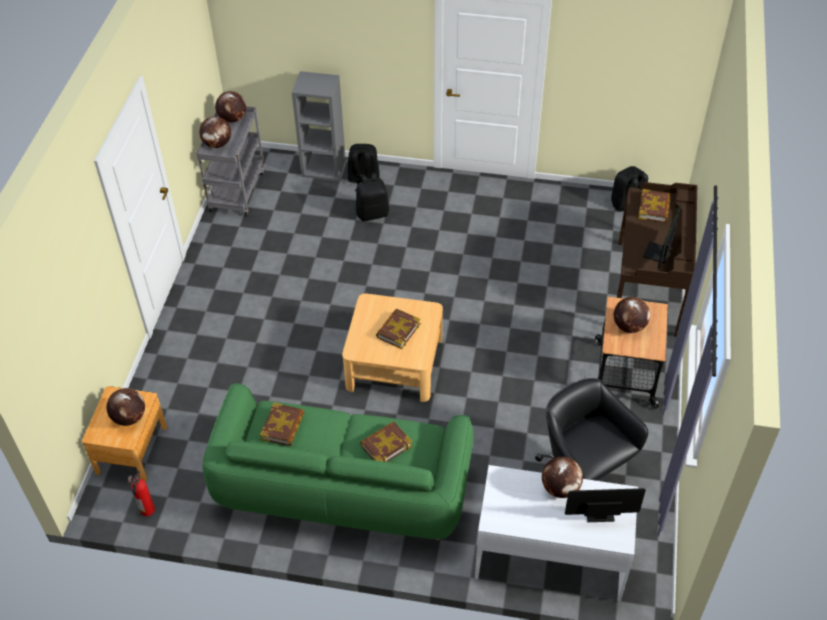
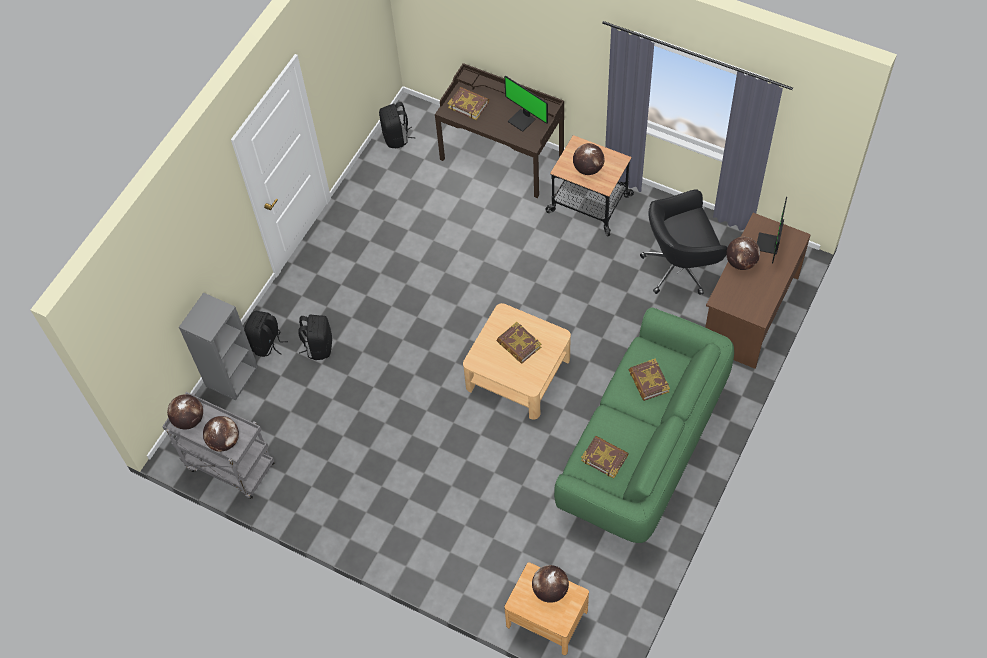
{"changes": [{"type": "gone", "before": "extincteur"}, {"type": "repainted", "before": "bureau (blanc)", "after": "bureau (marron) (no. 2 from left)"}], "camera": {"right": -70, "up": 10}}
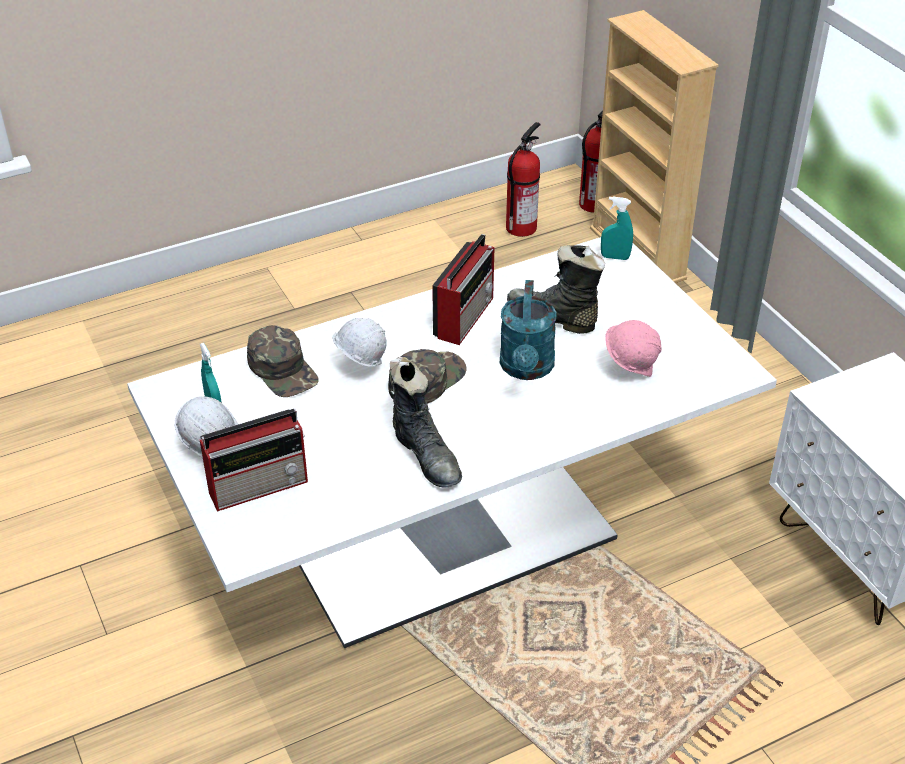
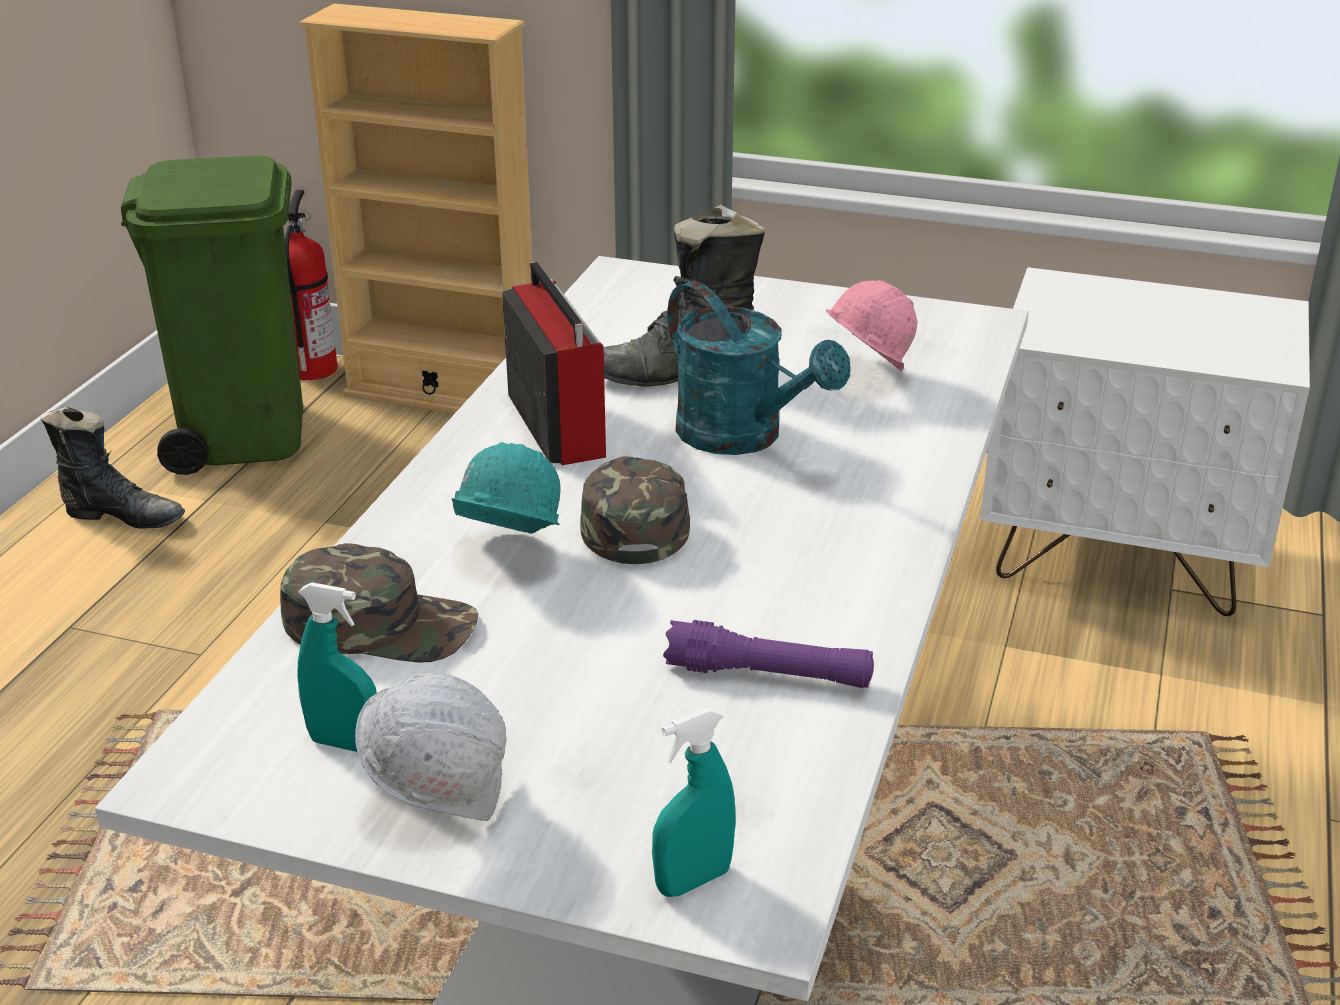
{"changes": [{"type": "gone", "before": "radio (no. 1 from left)"}, {"type": "repainted", "before": "casque de chantier (blanc) (no. 2 from left)", "after": "casque de chantier (turquoise)"}, {"type": "shifted", "before": "botte (noir) (no. 1 from left)"}, {"type": "swapped", "before": "extincteur (no. 1 from left)", "after": "poubelle (vert)"}, {"type": "shifted", "before": "vaporisateur (turquoise) (no. 2 from left)"}, {"type": "new", "after": "lampe de poche (violet)"}], "camera": {"right": -45, "up": -10}}
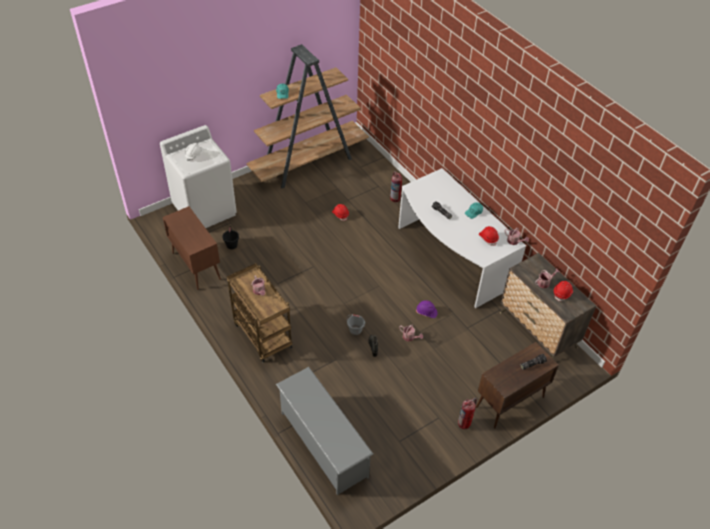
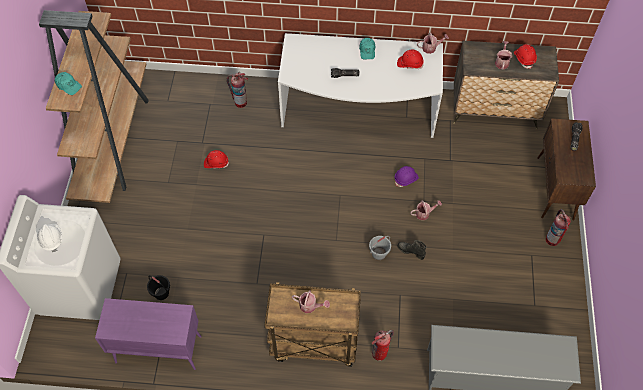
{"changes": [{"type": "repainted", "before": "meuble de rangement (marron) (no. 1 from left)", "after": "meuble de rangement (violet)"}, {"type": "new", "after": "extincteur (no. 2 from left)"}], "camera": {"right": -50, "up": 10}}
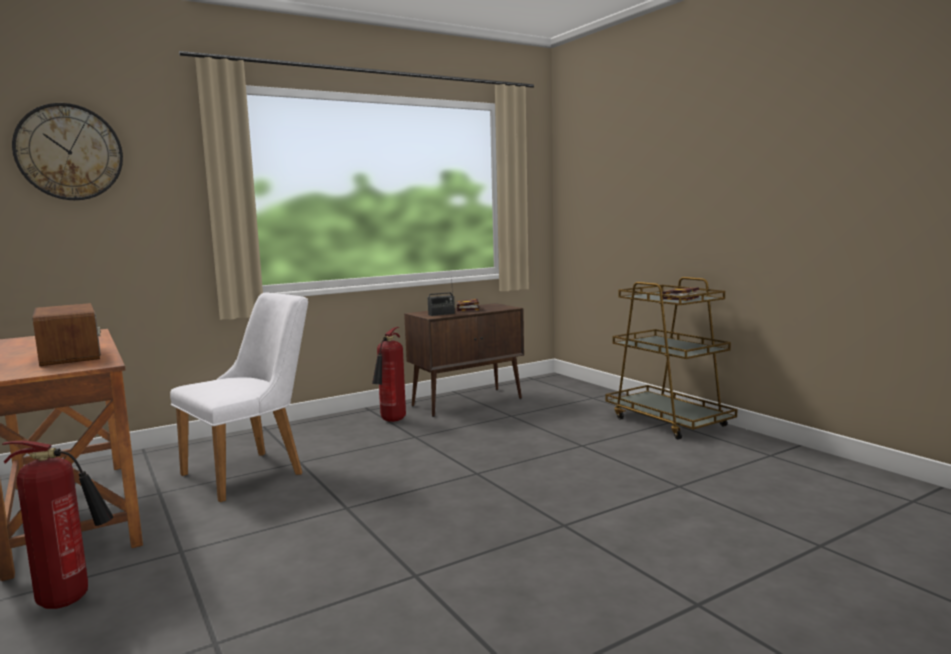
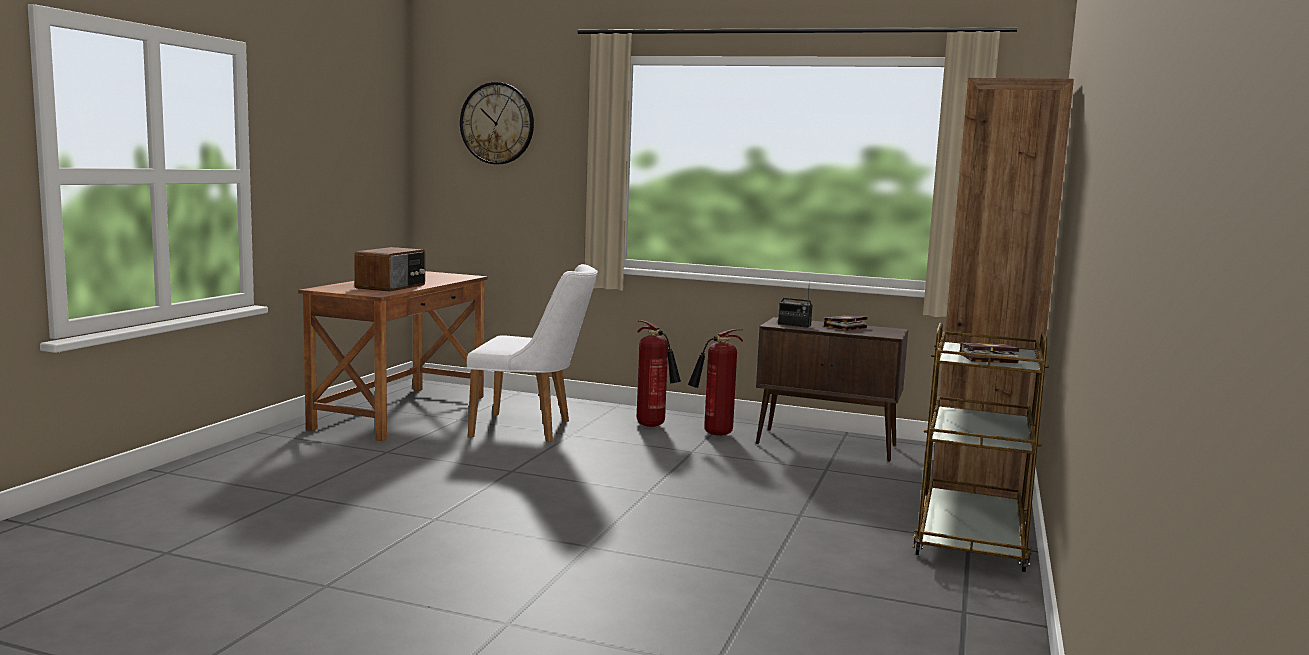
{"changes": [{"type": "shifted", "before": "extincteur (no. 1 from left)"}, {"type": "new", "after": "bibliothèque (marron)"}], "camera": {"right": 50, "up": 0}}
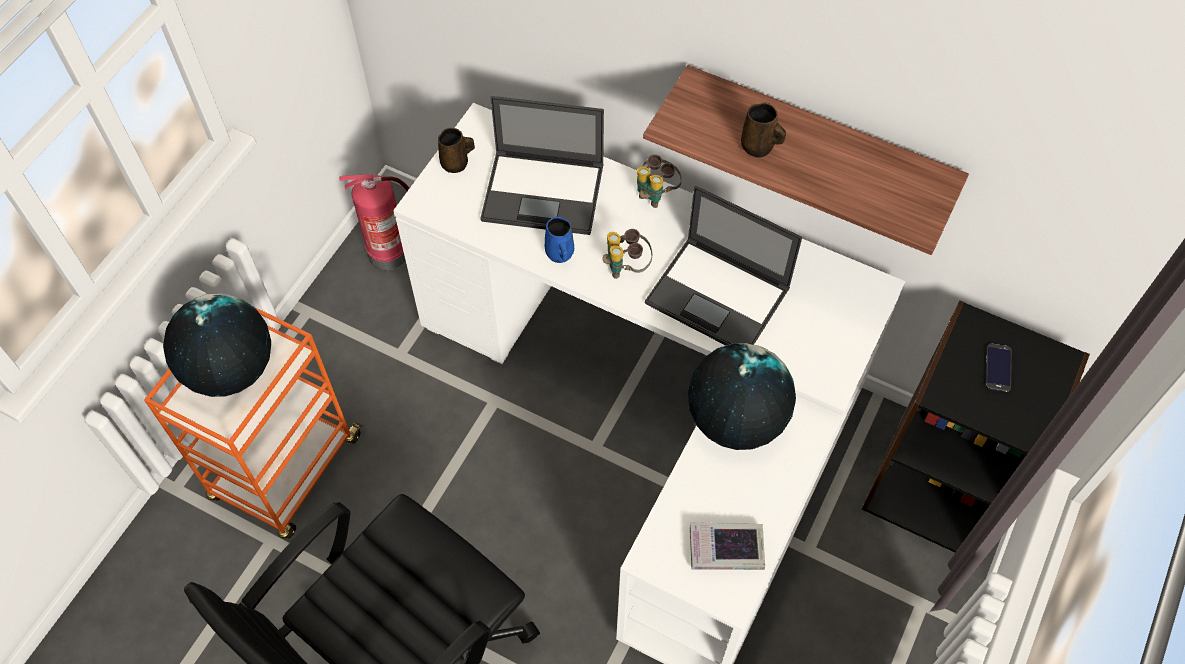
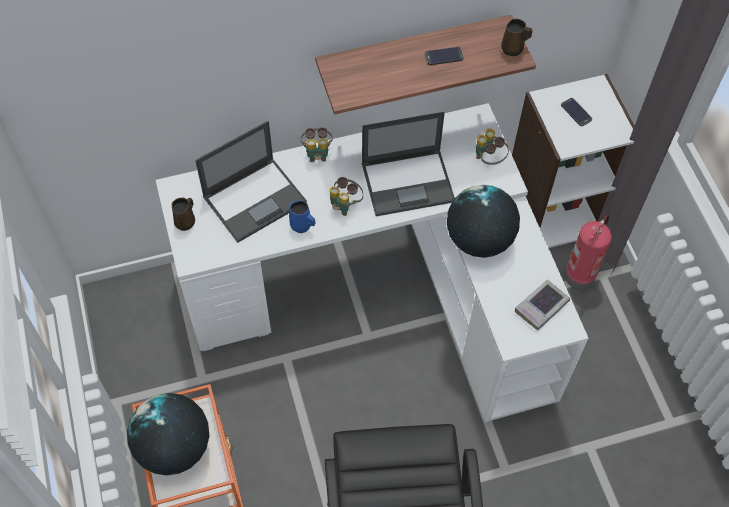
{"changes": [{"type": "shifted", "before": "extincteur"}, {"type": "shifted", "before": "mug (marron) (no. 2 from left)"}, {"type": "repainted", "before": "bibliothèque (noir)", "after": "bibliothèque (blanc)"}, {"type": "new", "after": "téléphone (no. 1 from left)"}, {"type": "new", "after": "jumelles (no. 3 from left)"}], "camera": {"right": -45, "up": 0}}
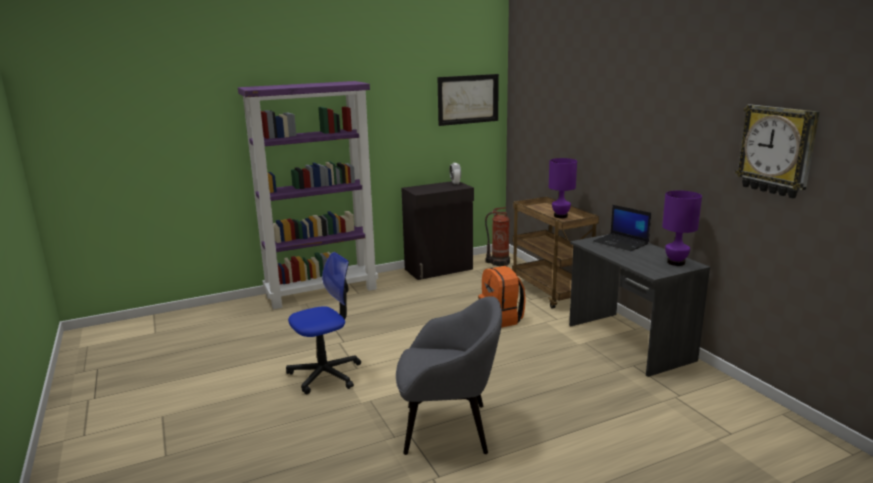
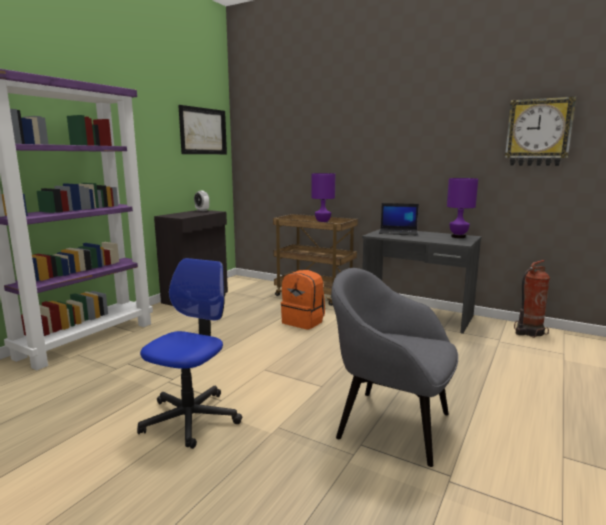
{"changes": [{"type": "rotated", "before": "fauteuil (gris)", "turn": -120}, {"type": "shifted", "before": "extincteur"}], "camera": {"right": -35, "up": -5}}
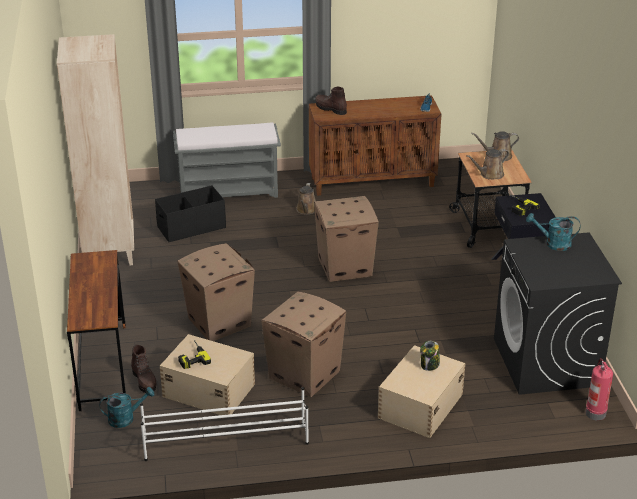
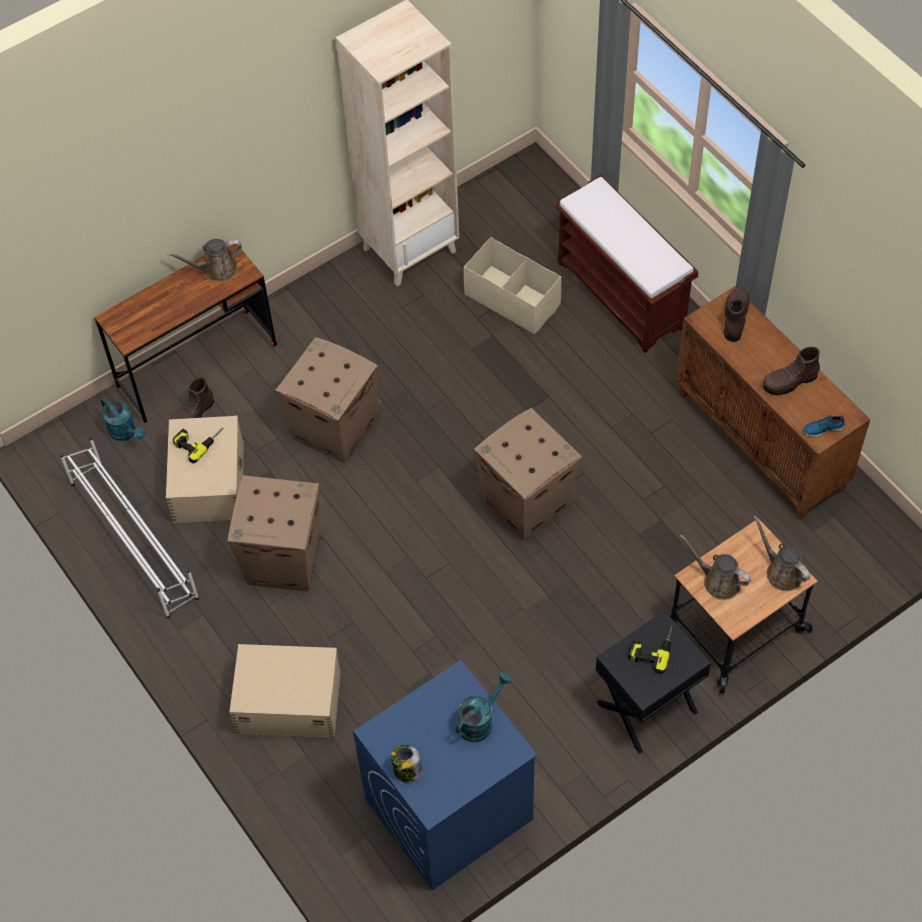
{"changes": [{"type": "repainted", "before": "boîte de rangement (noir)", "after": "boîte de rangement (beige) (no. 3 from left)"}, {"type": "repainted", "before": "banc (gris)", "after": "banc (marron)"}, {"type": "shifted", "before": "arrosoir (marron) (no. 1 from left)"}, {"type": "shifted", "before": "bocal"}, {"type": "repainted", "before": "lave-linge (noir)", "after": "lave-linge (bleu)"}, {"type": "rotated", "before": "arrosoir (turquoise) (no. 2 from left)", "turn": 60}, {"type": "gone", "before": "extincteur"}, {"type": "new", "after": "botte (marron) (no. 3 from left)"}], "camera": {"right": 65, "up": 25}}
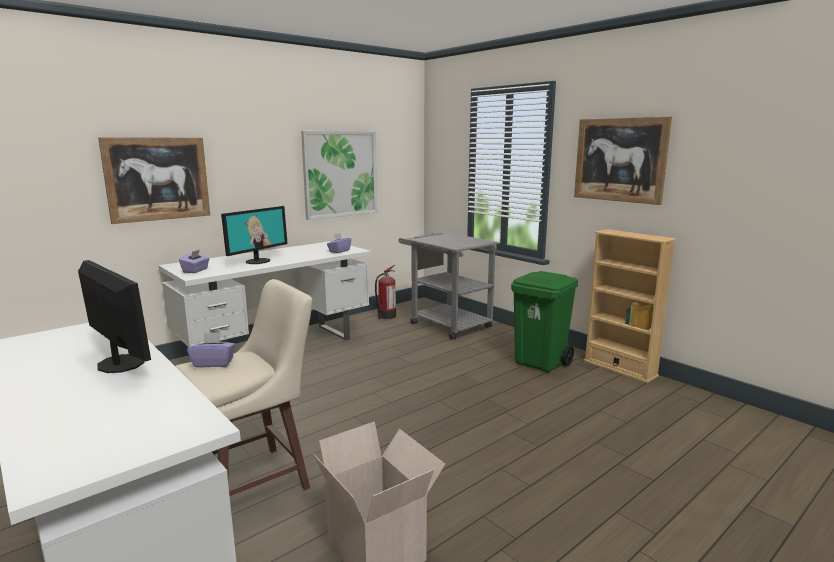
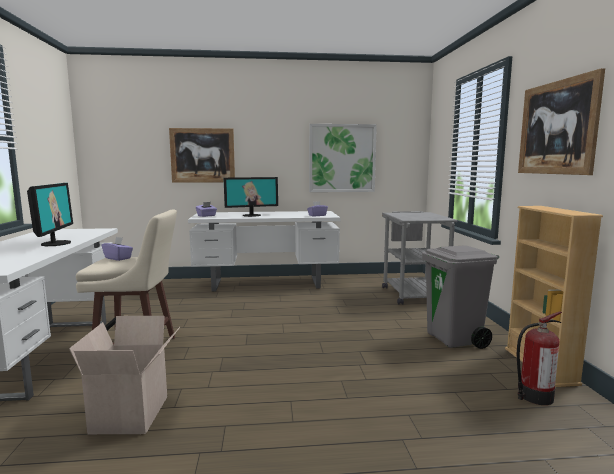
{"changes": [{"type": "shifted", "before": "extincteur"}, {"type": "repainted", "before": "poubelle (vert)", "after": "poubelle (gris)"}], "camera": {"right": 35, "up": -5}}
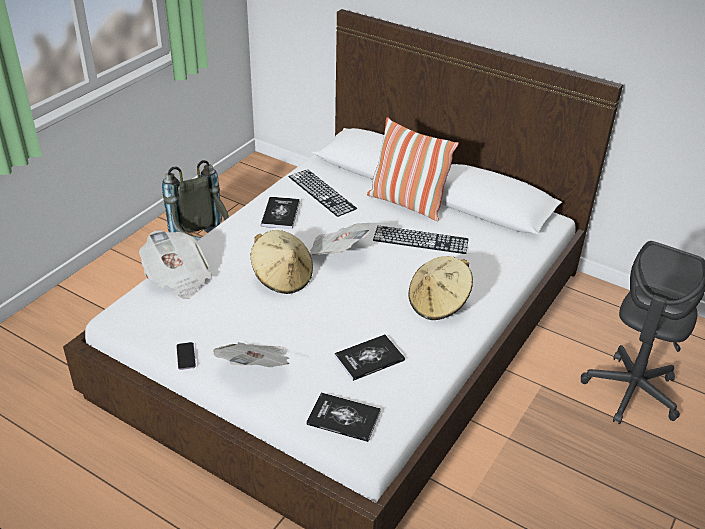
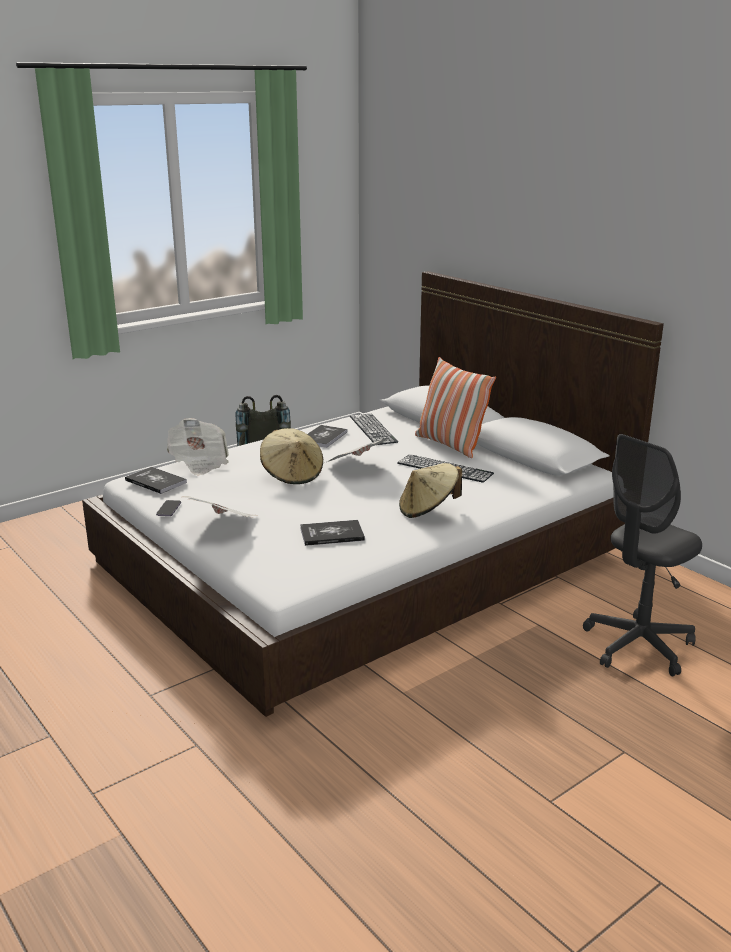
{"changes": [{"type": "shifted", "before": "livre (no. 2 from left in the first image)", "after": "livre (no. 1 from left)"}], "camera": {"right": 20, "up": -15}}
